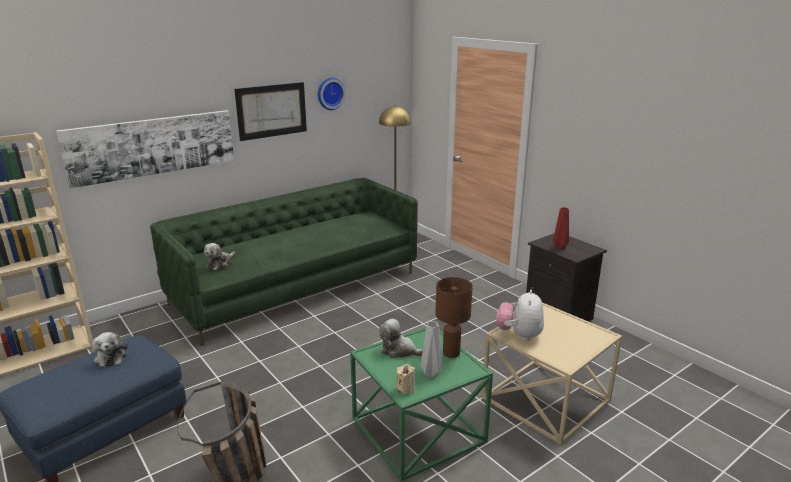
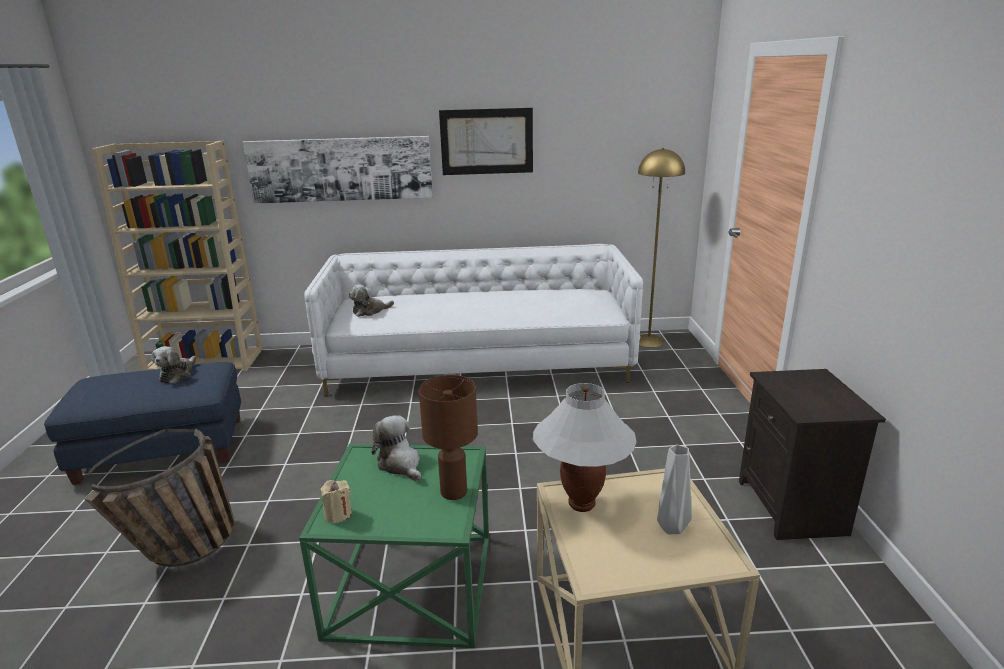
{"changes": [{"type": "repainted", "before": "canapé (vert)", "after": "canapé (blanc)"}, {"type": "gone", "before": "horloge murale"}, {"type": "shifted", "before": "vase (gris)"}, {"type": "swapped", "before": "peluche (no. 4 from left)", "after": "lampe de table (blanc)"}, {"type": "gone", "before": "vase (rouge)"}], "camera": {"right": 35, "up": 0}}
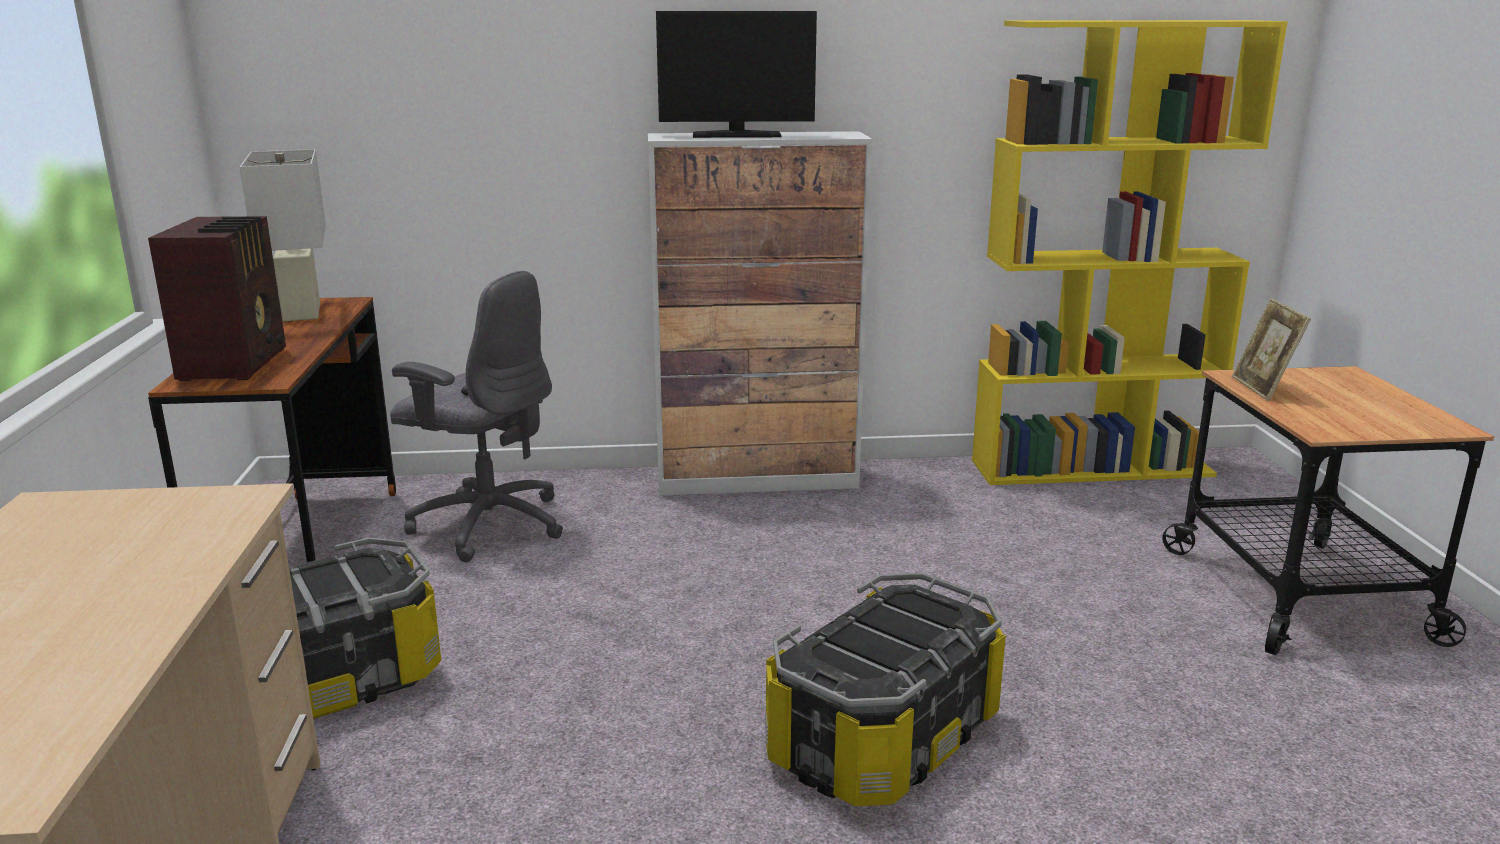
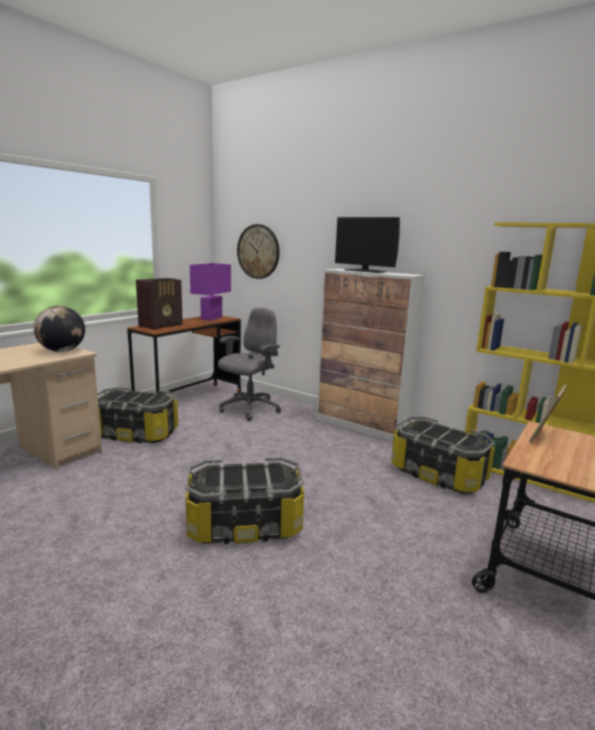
{"changes": [{"type": "repainted", "before": "lampe de table (blanc)", "after": "lampe de table (violet)"}, {"type": "rotated", "before": "chaise de bureau (gris)", "turn": -120}, {"type": "new", "after": "globe"}, {"type": "new", "after": "horloge murale"}, {"type": "new", "after": "boîte de rangement (no. 3 from left)"}], "camera": {"right": 40, "up": -5}}
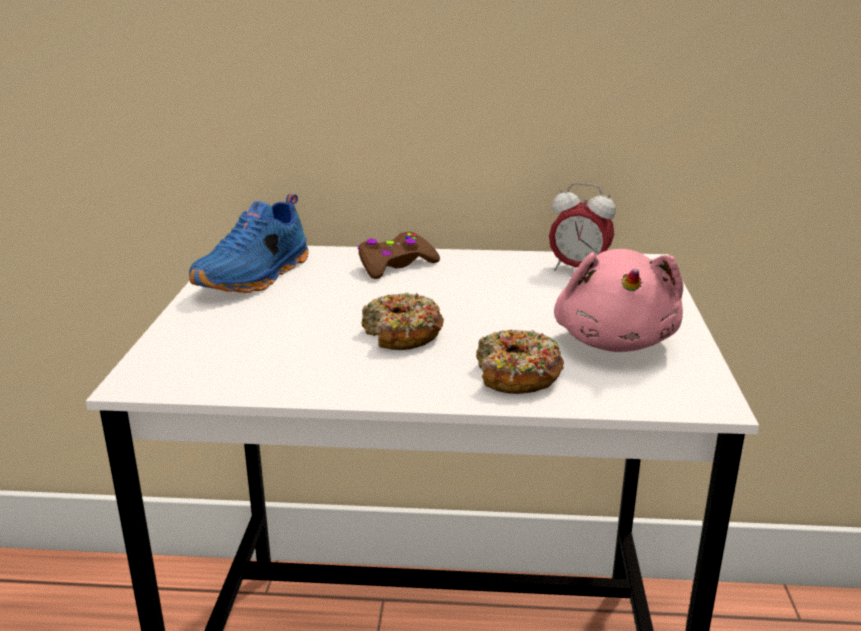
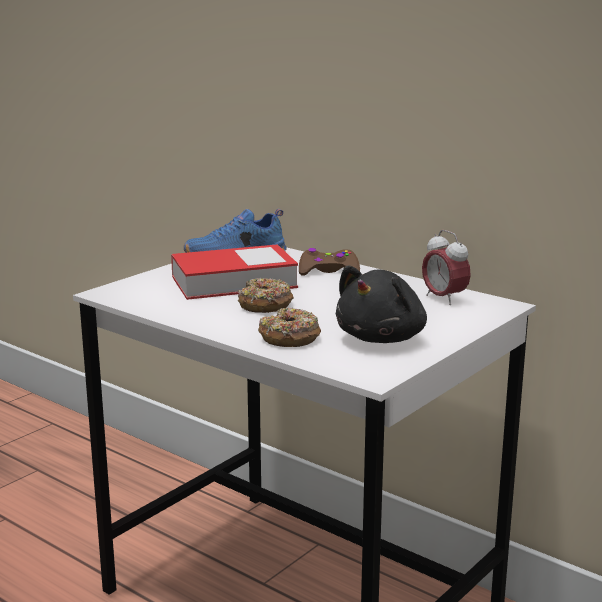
{"changes": [{"type": "repainted", "before": "peluche (rose)", "after": "peluche (noir)"}, {"type": "new", "after": "livre"}], "camera": {"right": 35, "up": -5}}
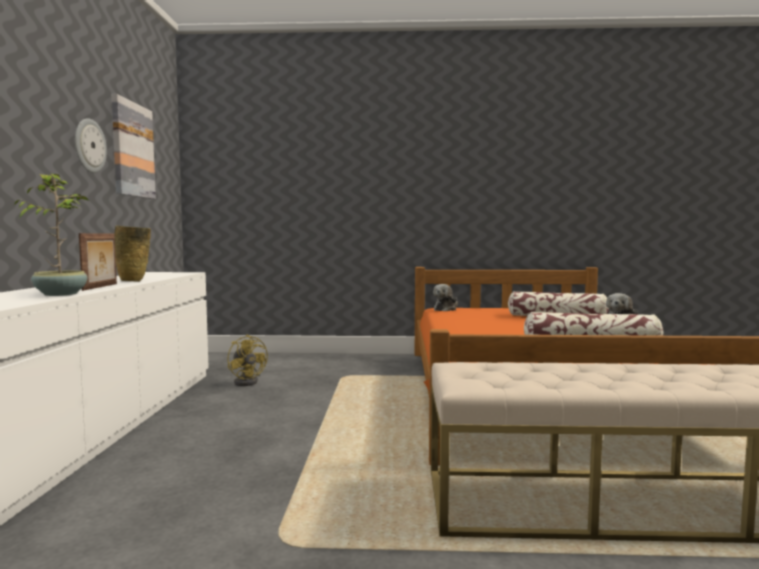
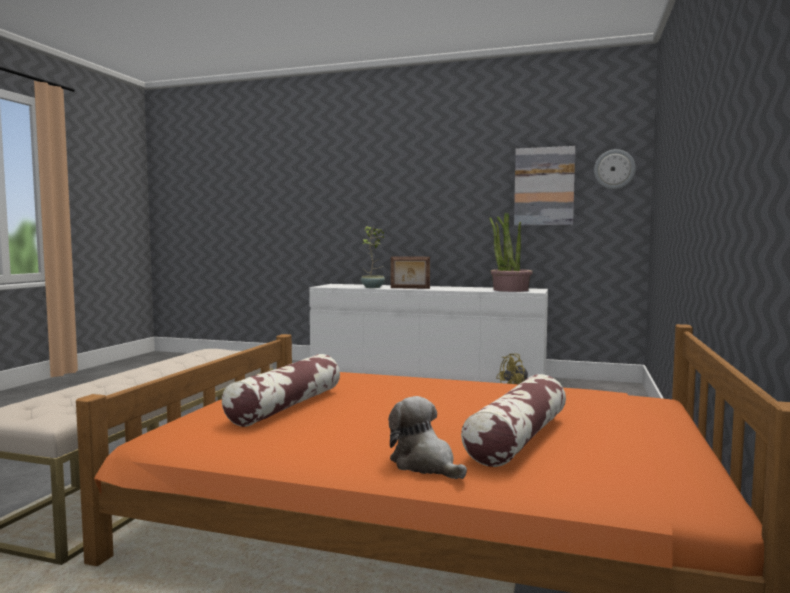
{"changes": [{"type": "shifted", "before": "horloge murale"}, {"type": "gone", "before": "vase (beige)"}, {"type": "gone", "before": "peluche (no. 1 from left)"}, {"type": "new", "after": "plante en pot (no. 2 from left)"}], "camera": {"right": 105, "up": 0}}
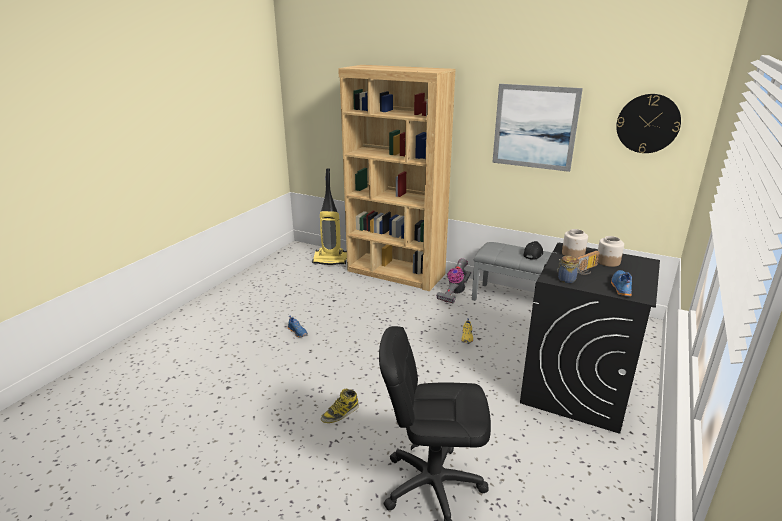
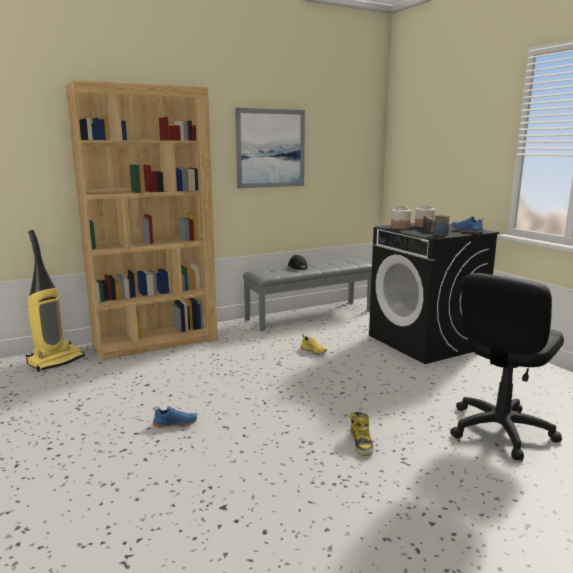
{"changes": [{"type": "gone", "before": "aspirateur (no. 2 from left)"}, {"type": "gone", "before": "horloge murale"}], "camera": {"right": -55, "up": -10}}
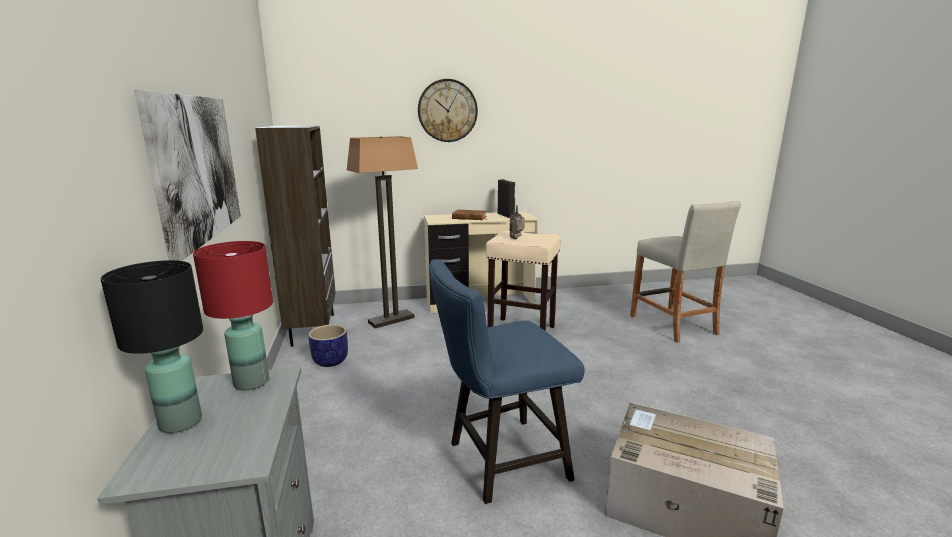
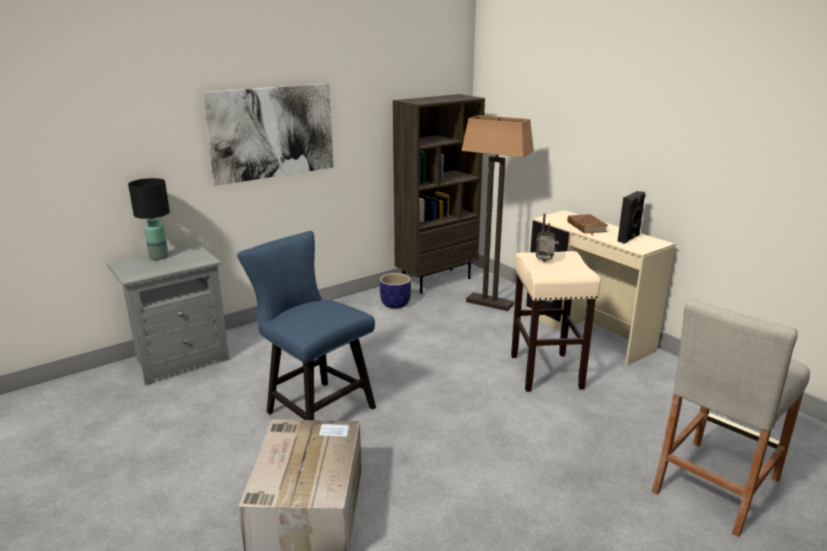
{"changes": [{"type": "gone", "before": "lampe de table (rouge)"}, {"type": "gone", "before": "horloge murale"}], "camera": {"right": 65, "up": 5}}
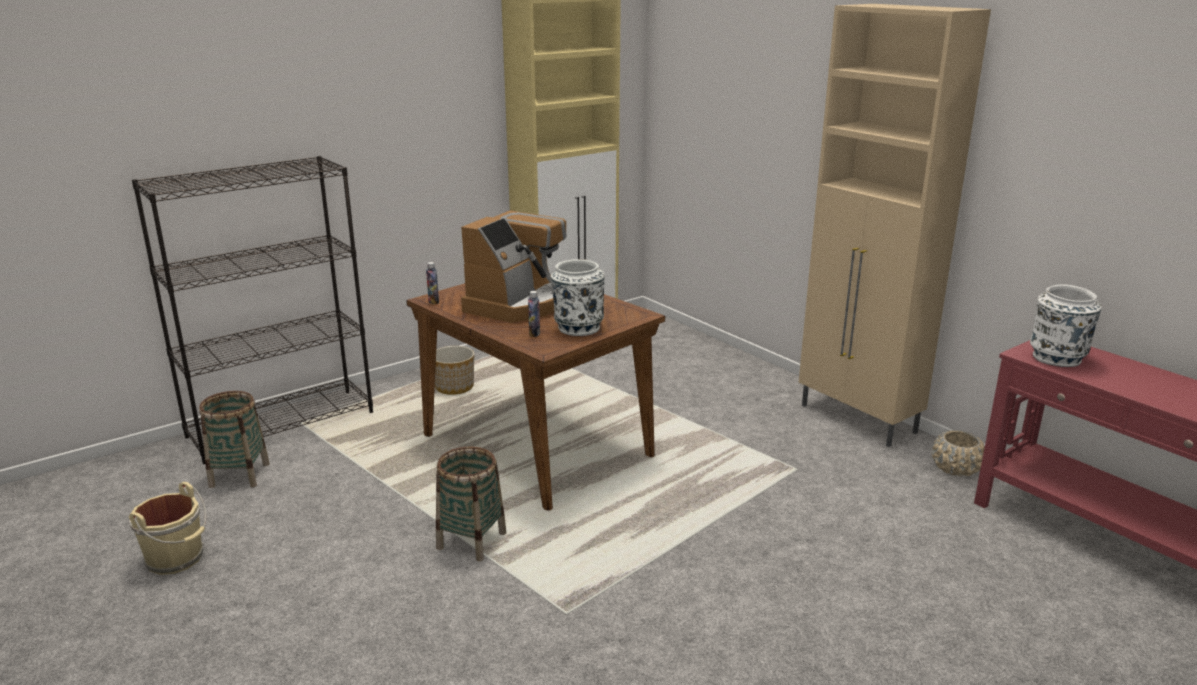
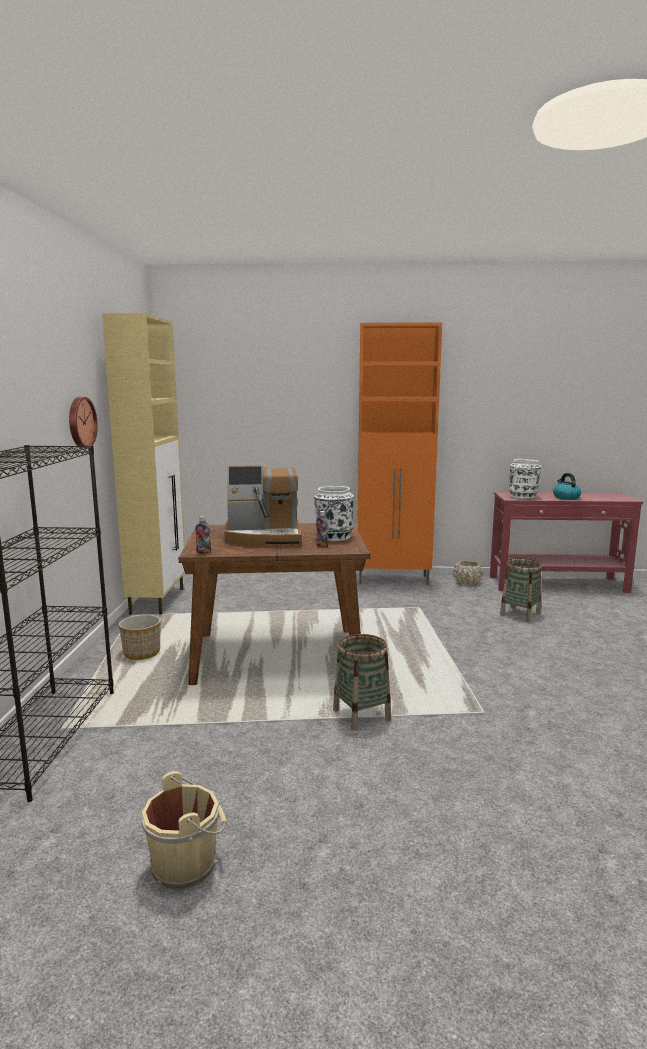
{"changes": [{"type": "shifted", "before": "panier (no. 1 from left in the first image)", "after": "panier (no. 2 from left)"}, {"type": "rotated", "before": "machine à café", "turn": 105}, {"type": "repainted", "before": "meuble de rangement (beige) (no. 2 from left)", "after": "meuble de rangement (orange)"}, {"type": "new", "after": "horloge murale"}, {"type": "new", "after": "bouilloire"}], "camera": {"right": -50, "up": -10}}
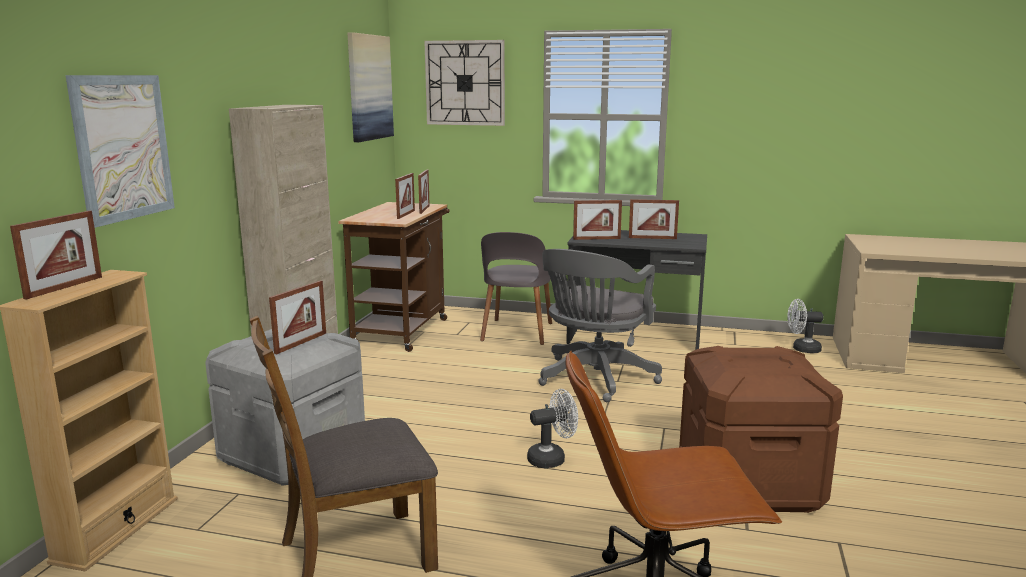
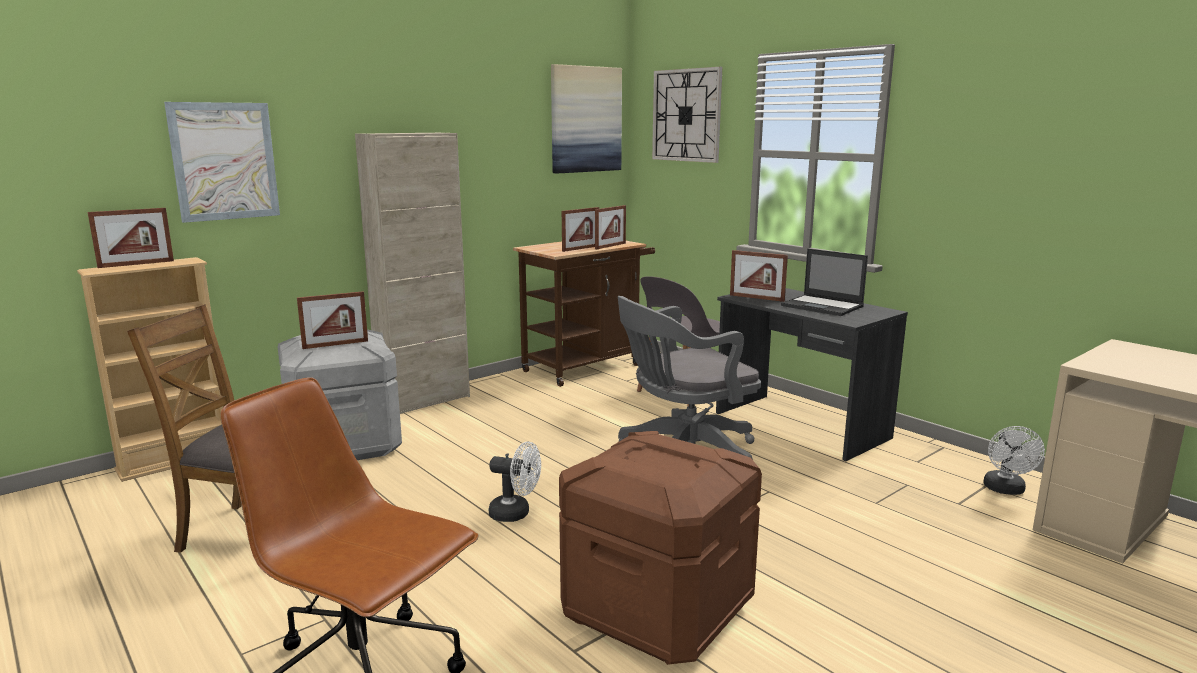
{"changes": [{"type": "swapped", "before": "cadre photo (no. 6 from left)", "after": "ordinateur portable"}, {"type": "rotated", "before": "ventilateur (blanc) (no. 2 from left)", "turn": -120}], "camera": {"right": 35, "up": 0}}
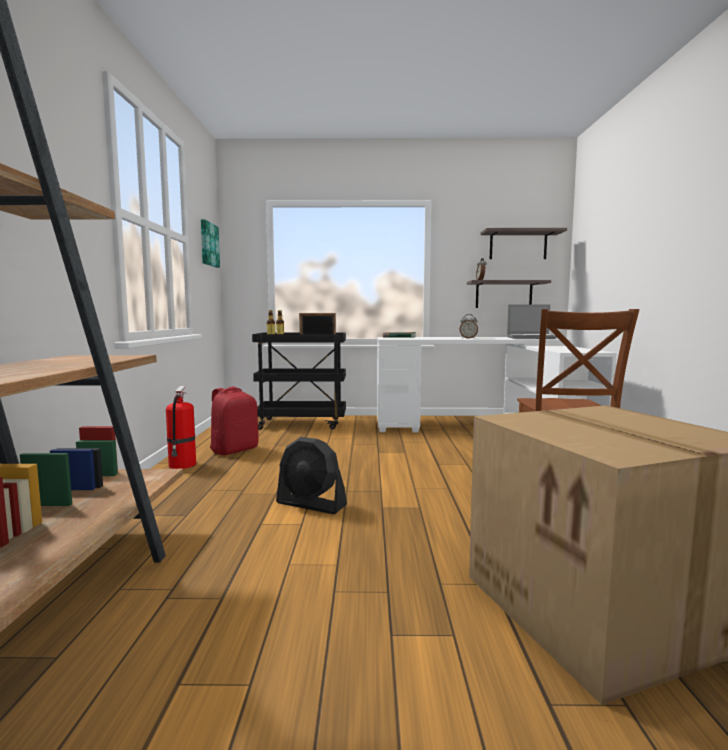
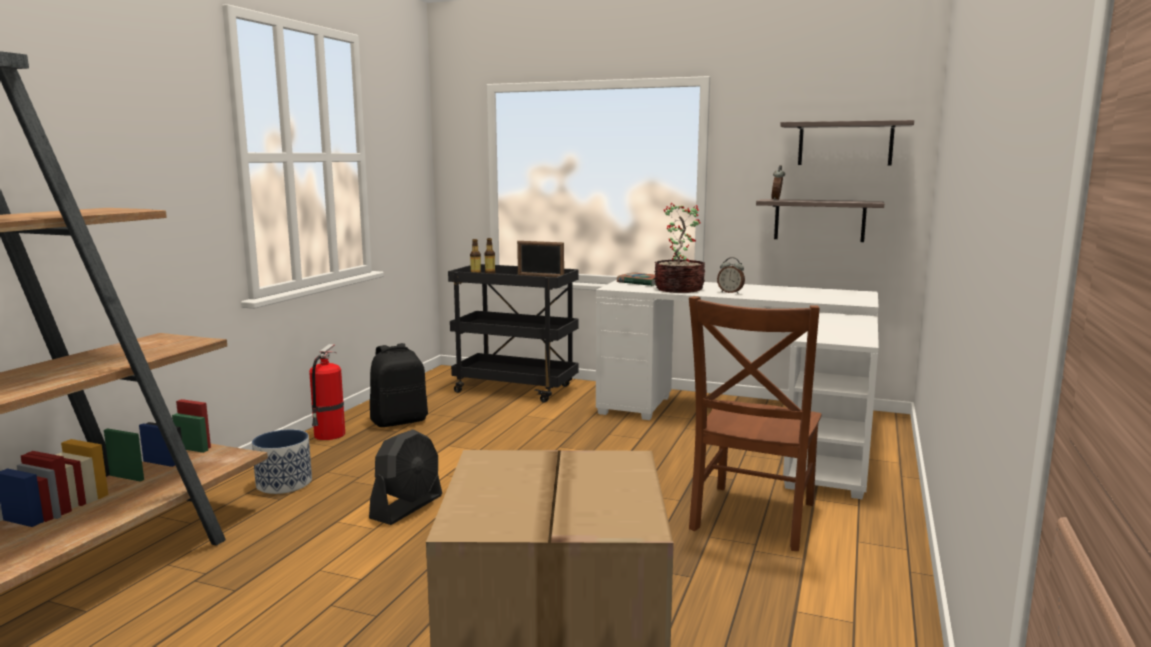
{"changes": [{"type": "gone", "before": "tableau"}, {"type": "repainted", "before": "sac à dos (rouge)", "after": "sac à dos (noir)"}, {"type": "rotated", "before": "ventilateur (noir)", "turn": -105}, {"type": "gone", "before": "ordinateur portable"}, {"type": "new", "after": "cache-pot"}, {"type": "new", "after": "plante en pot"}], "camera": {"right": 20, "up": 5}}
